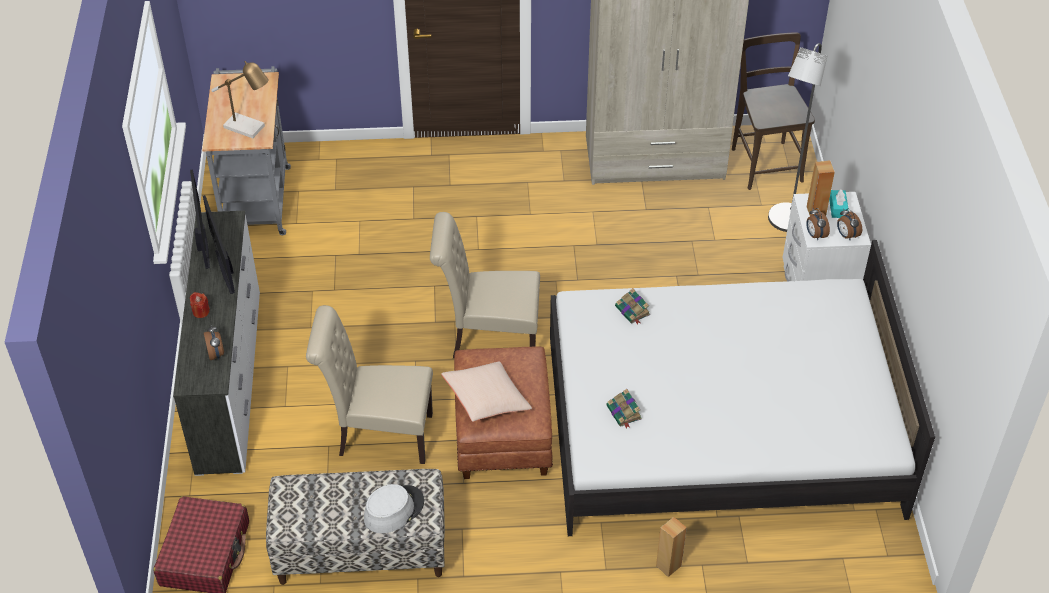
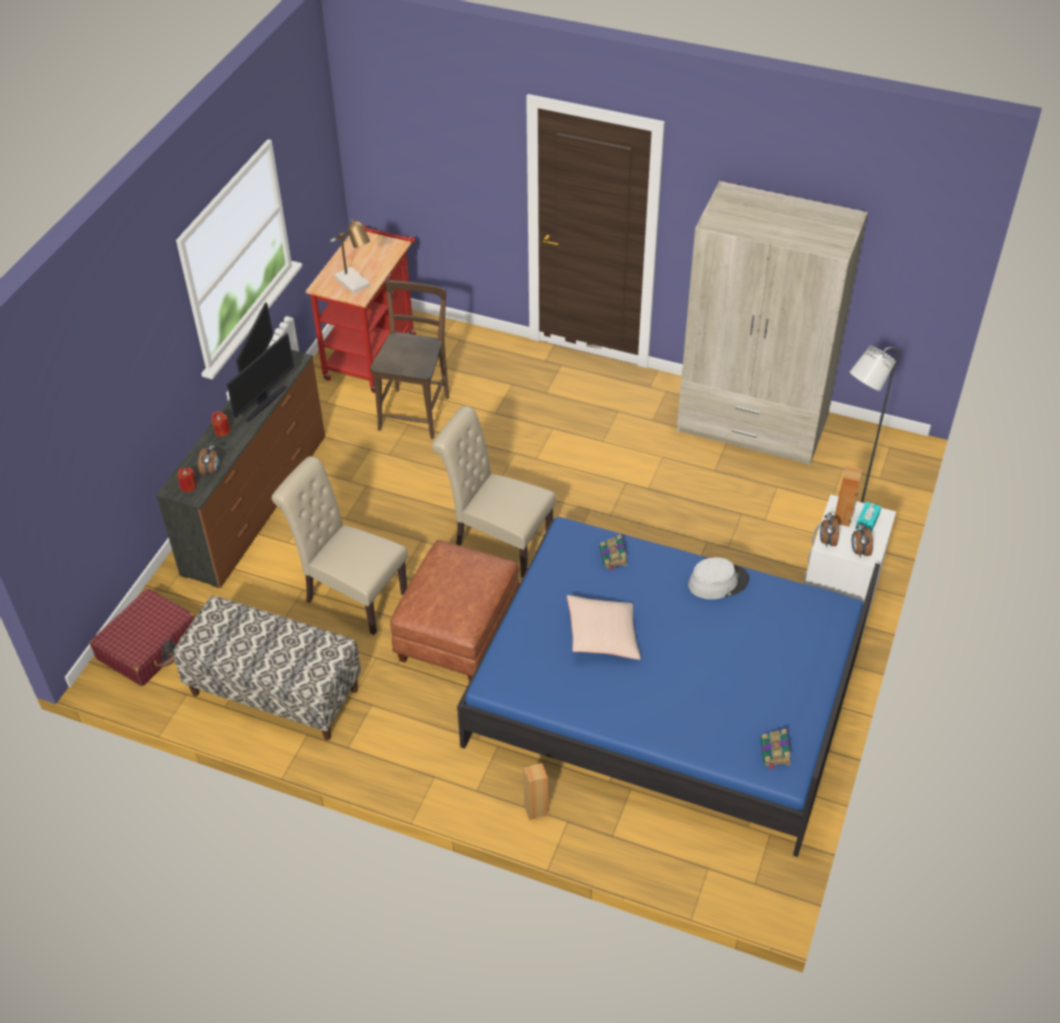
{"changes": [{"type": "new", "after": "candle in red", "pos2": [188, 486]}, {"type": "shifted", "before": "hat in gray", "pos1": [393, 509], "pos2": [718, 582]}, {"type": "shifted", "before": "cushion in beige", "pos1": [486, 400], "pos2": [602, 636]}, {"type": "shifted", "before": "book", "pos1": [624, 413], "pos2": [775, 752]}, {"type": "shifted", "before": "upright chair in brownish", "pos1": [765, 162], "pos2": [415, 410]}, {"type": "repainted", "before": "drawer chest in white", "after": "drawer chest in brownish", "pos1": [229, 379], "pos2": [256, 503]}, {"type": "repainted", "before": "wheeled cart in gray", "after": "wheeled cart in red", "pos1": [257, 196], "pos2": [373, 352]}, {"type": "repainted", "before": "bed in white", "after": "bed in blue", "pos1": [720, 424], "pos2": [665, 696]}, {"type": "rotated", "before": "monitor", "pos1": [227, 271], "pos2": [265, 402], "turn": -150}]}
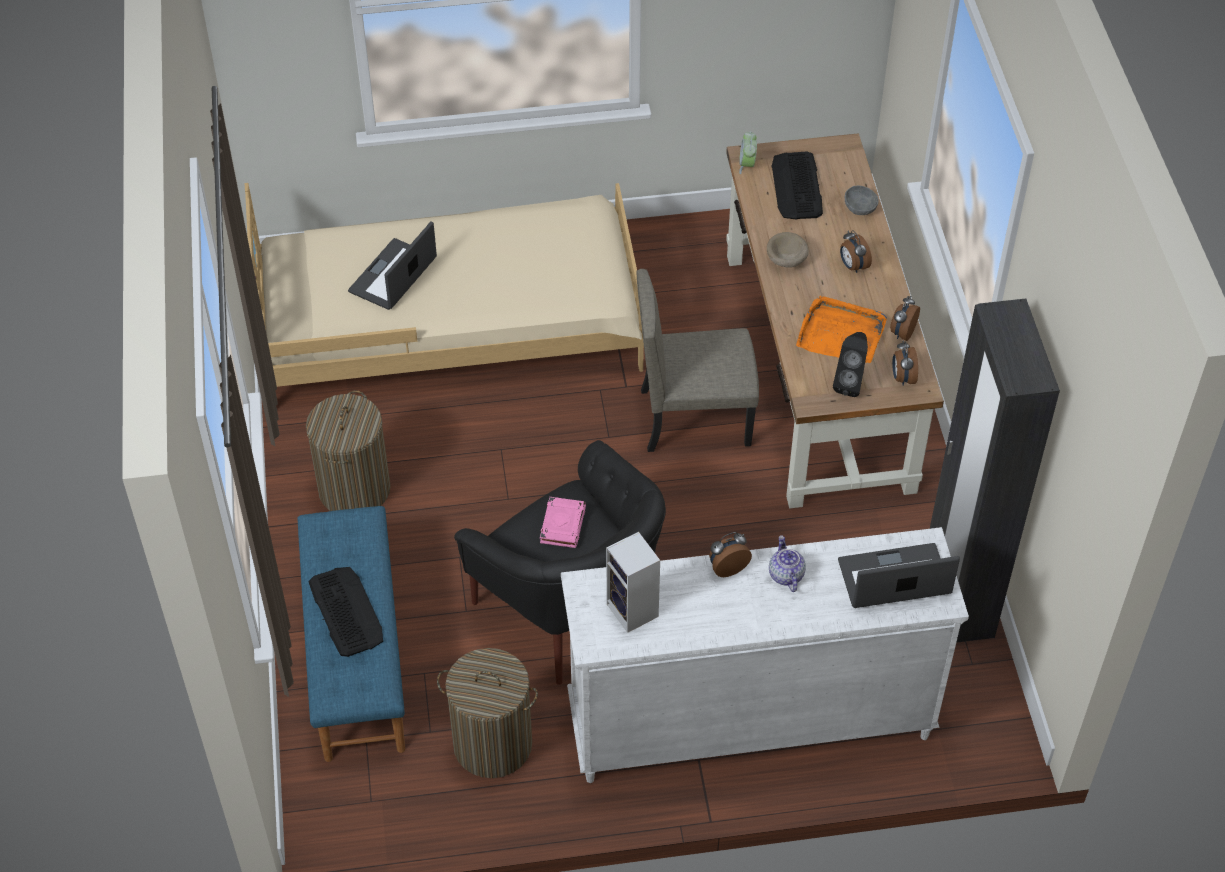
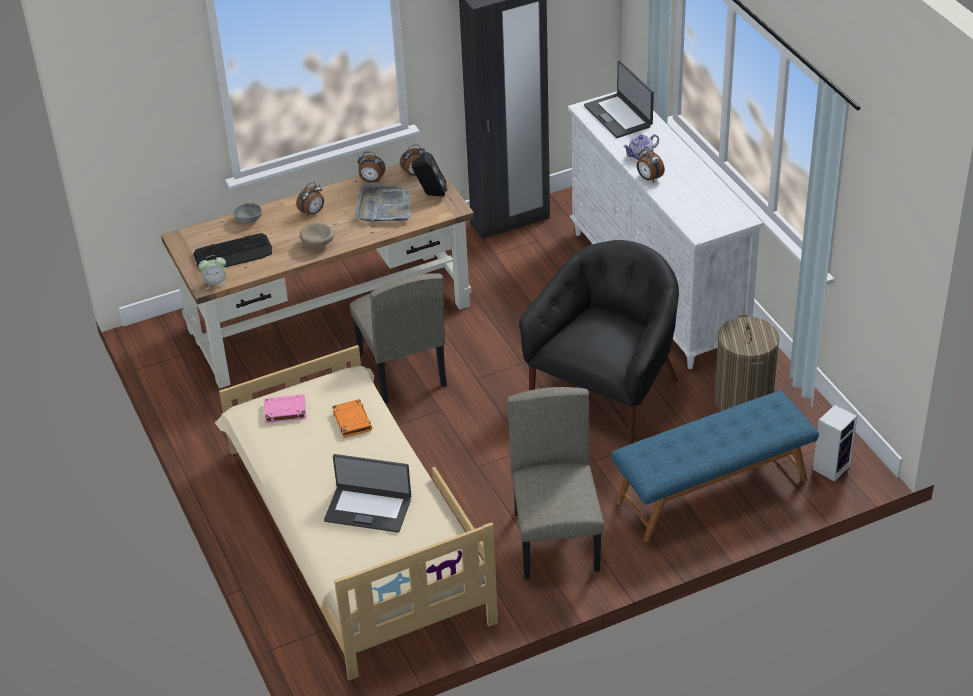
{"changes": [{"type": "gone", "before": "PC keyboard", "pos1": [346, 611]}, {"type": "new", "after": "book in orange", "pos2": [351, 420]}, {"type": "shifted", "before": "book in pink", "pos1": [562, 524], "pos2": [284, 411]}, {"type": "shifted", "before": "speaker", "pos1": [634, 611], "pos2": [831, 466]}, {"type": "swapped", "before": "hamper", "after": "upright chair in beige", "pos1": [354, 489], "pos2": [557, 541]}, {"type": "repainted", "before": "tray in orange", "after": "tray in gray", "pos1": [841, 333], "pos2": [384, 206]}]}
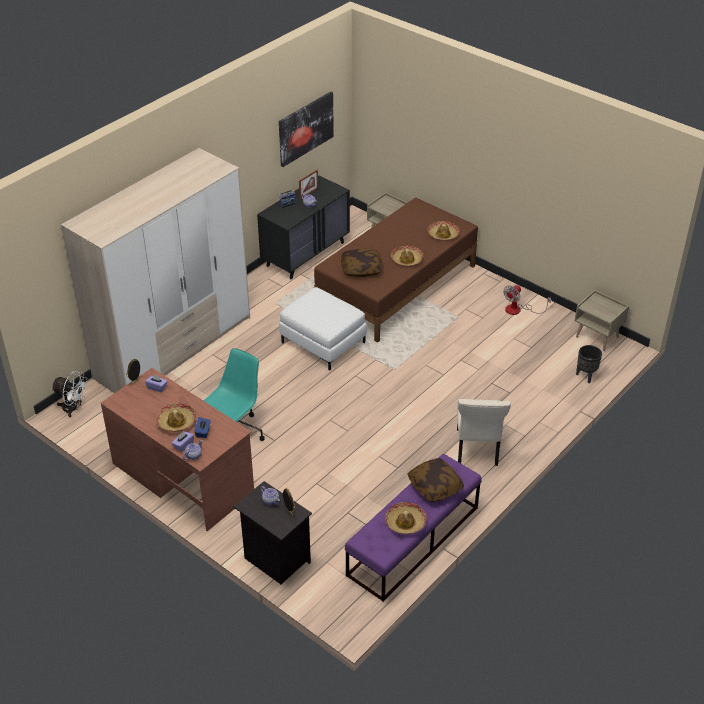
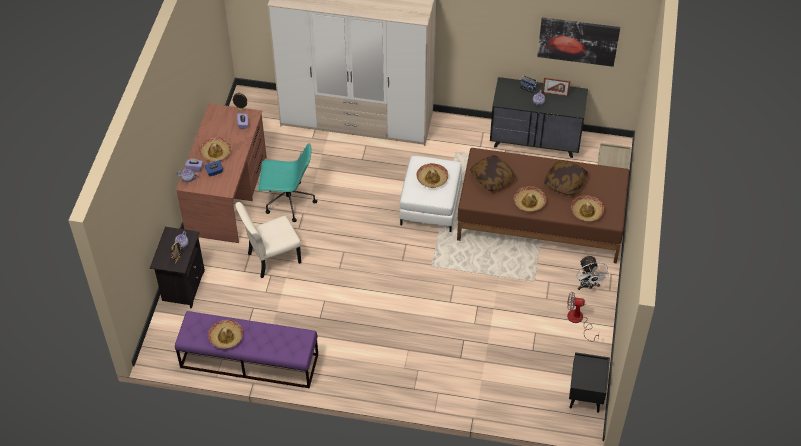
{"changes": [{"type": "gone", "before": "flower pot in blackish", "pos1": [586, 376]}, {"type": "new", "after": "hat", "pos2": [432, 178]}, {"type": "shifted", "before": "cooling fan in white", "pos1": [73, 408], "pos2": [588, 286]}, {"type": "shifted", "before": "cushion", "pos1": [435, 486], "pos2": [565, 182]}, {"type": "shifted", "before": "upright chair in beige", "pos1": [477, 449], "pos2": [272, 259]}, {"type": "repainted", "before": "night table in beige", "after": "night table in blackish", "pos1": [597, 337], "pos2": [586, 396]}]}
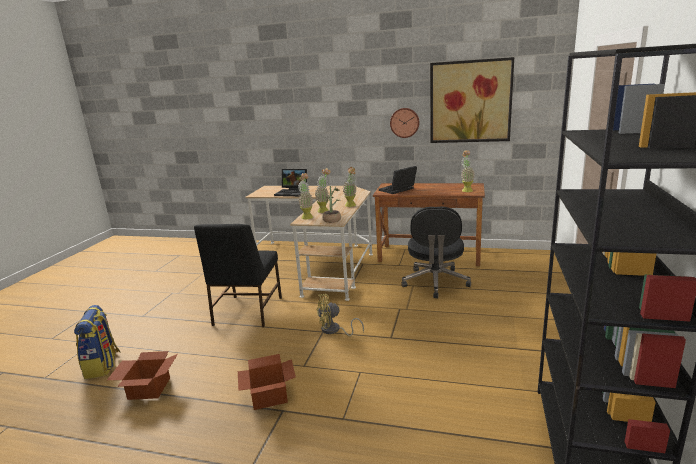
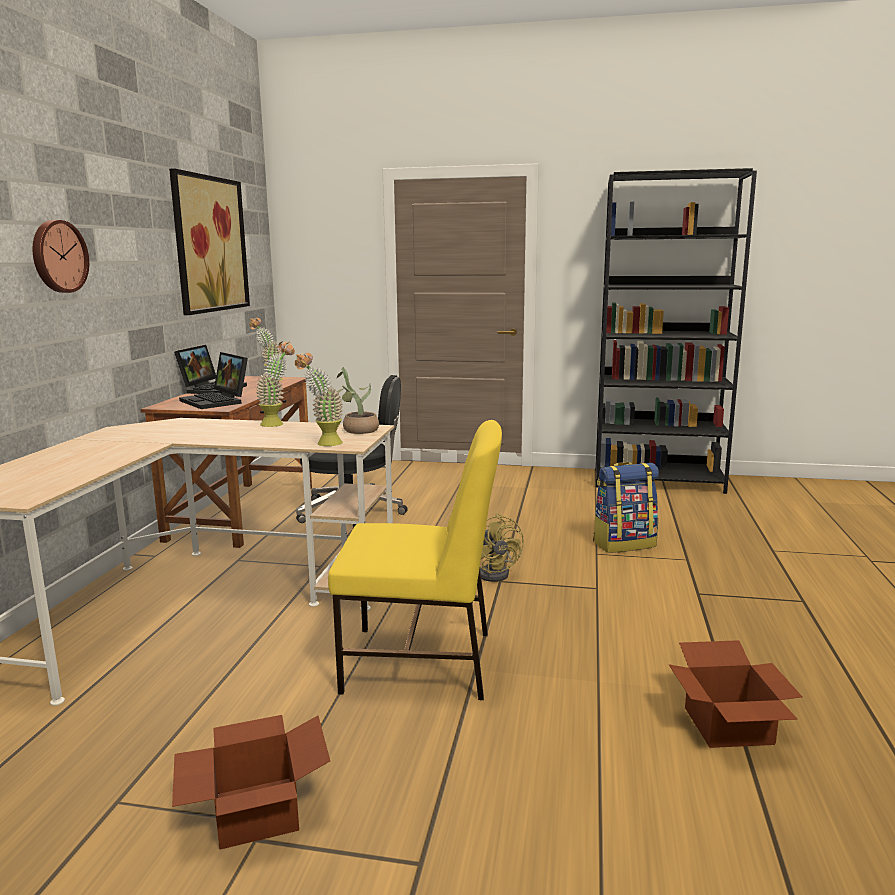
{"changes": [{"type": "gone", "before": "potted plant", "pos1": [324, 210]}, {"type": "shifted", "before": "backpack", "pos1": [103, 366], "pos2": [624, 544]}, {"type": "shifted", "before": "carton", "pos1": [270, 394], "pos2": [254, 812]}, {"type": "shifted", "before": "portable computer", "pos1": [293, 192], "pos2": [212, 389]}, {"type": "shifted", "before": "wall clock", "pos1": [404, 122], "pos2": [58, 256]}, {"type": "repainted", "before": "upright chair in blackish", "after": "upright chair in yellowish", "pos1": [247, 311], "pos2": [421, 662]}]}
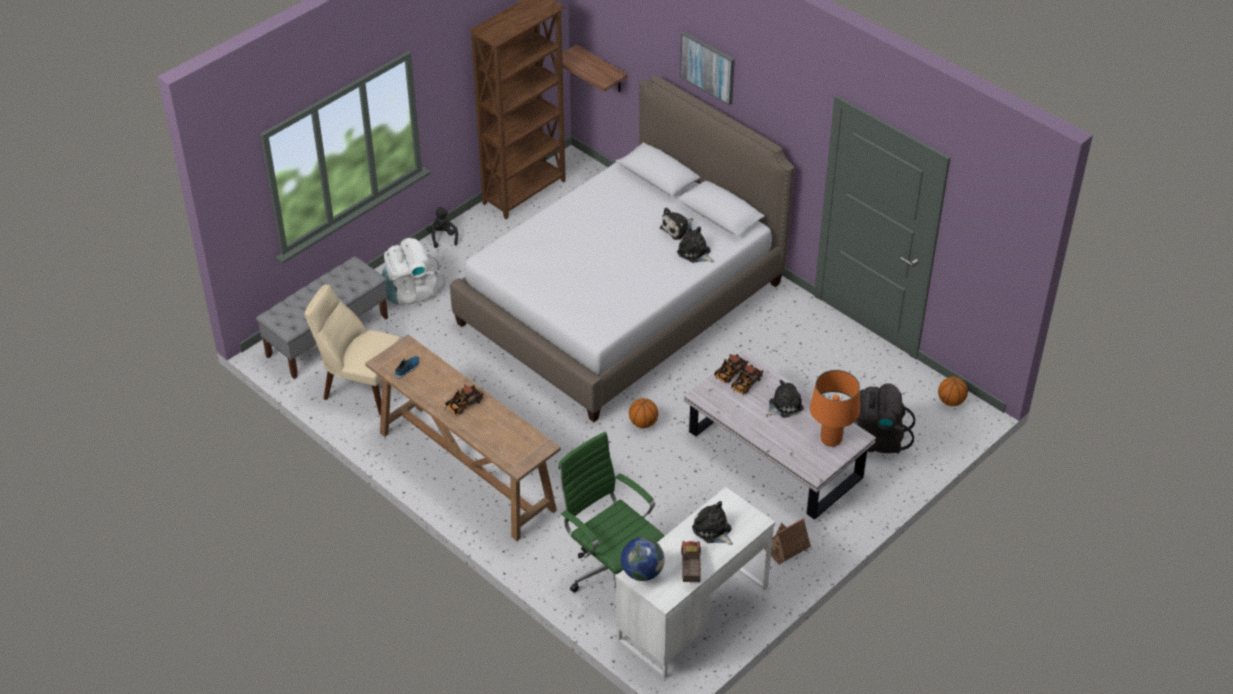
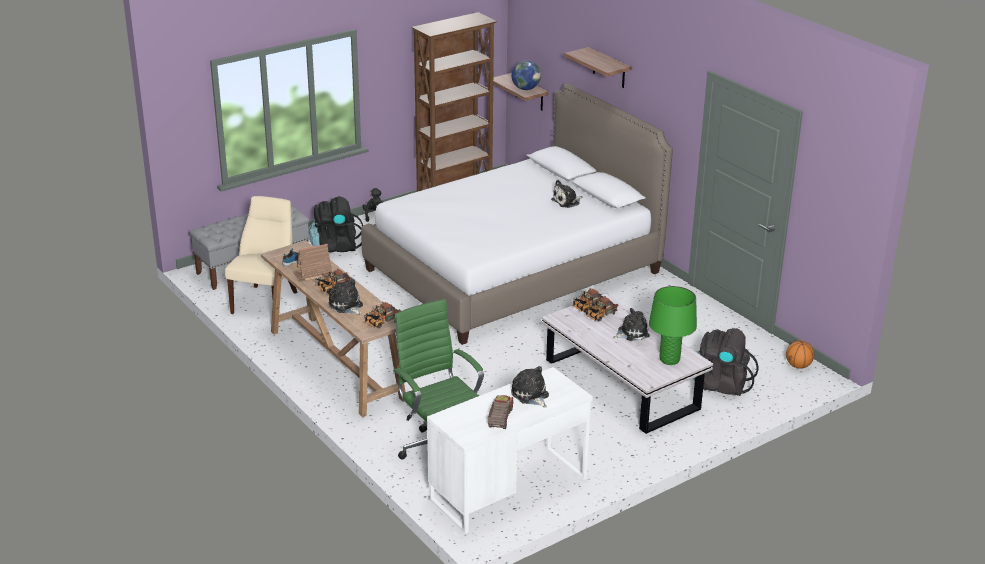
{"changes": [{"type": "gone", "before": "ball for basketball", "pos1": [643, 423]}, {"type": "new", "after": "toy truck", "pos2": [380, 322]}, {"type": "shifted", "before": "desk globe", "pos1": [642, 572], "pos2": [525, 89]}, {"type": "shifted", "before": "plush toy", "pos1": [695, 253], "pos2": [346, 306]}, {"type": "shifted", "before": "model house", "pos1": [786, 548], "pos2": [312, 273]}, {"type": "swapped", "before": "picture", "after": "bracket shelf", "pos1": [708, 67], "pos2": [609, 68]}, {"type": "repainted", "before": "backpack in white", "after": "backpack in blackish", "pos1": [411, 292], "pos2": [335, 247]}, {"type": "repainted", "before": "lamp for a table in orange", "after": "lamp for a table in greenish", "pos1": [831, 439], "pos2": [669, 360]}, {"type": "rotated", "before": "upright chair in beige", "pos1": [360, 388], "pos2": [266, 301], "turn": 75}]}
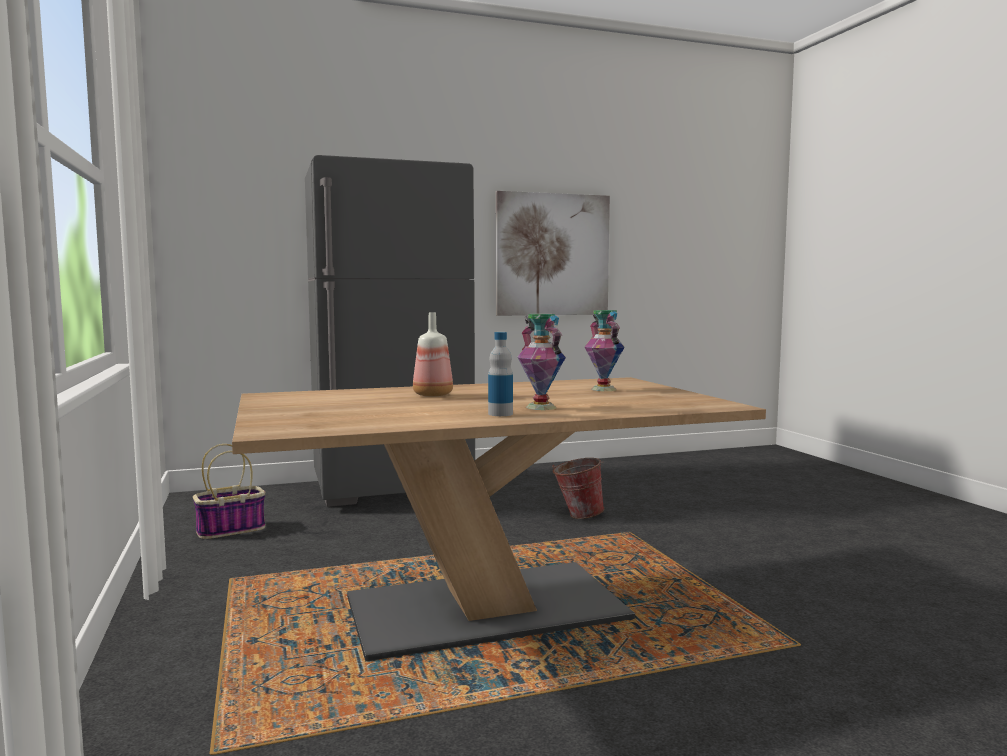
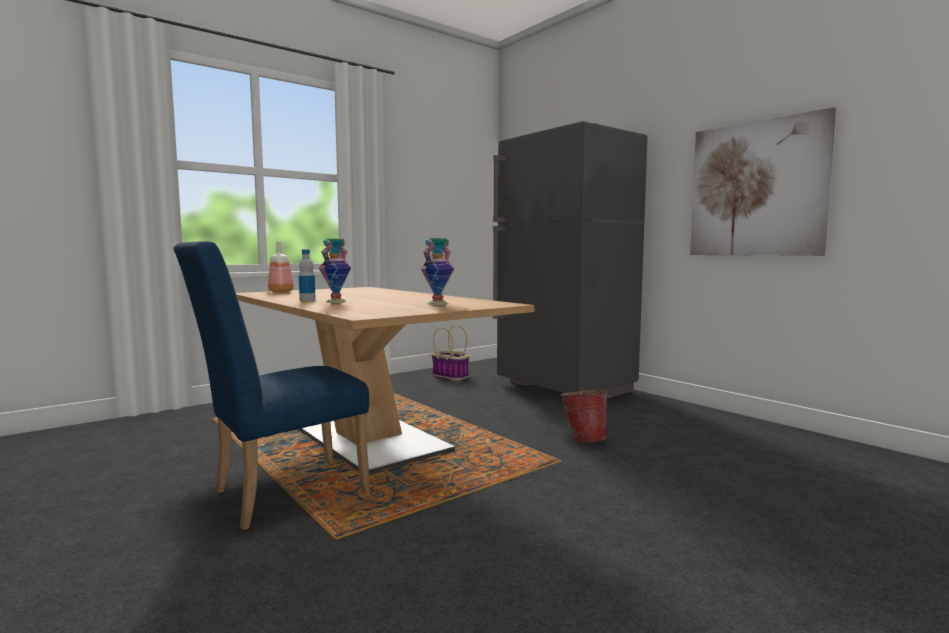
{"changes": [{"type": "new", "after": "upright chair in blue", "pos2": [279, 494]}, {"type": "shifted", "before": "beverage bottle", "pos1": [431, 395], "pos2": [281, 291]}]}
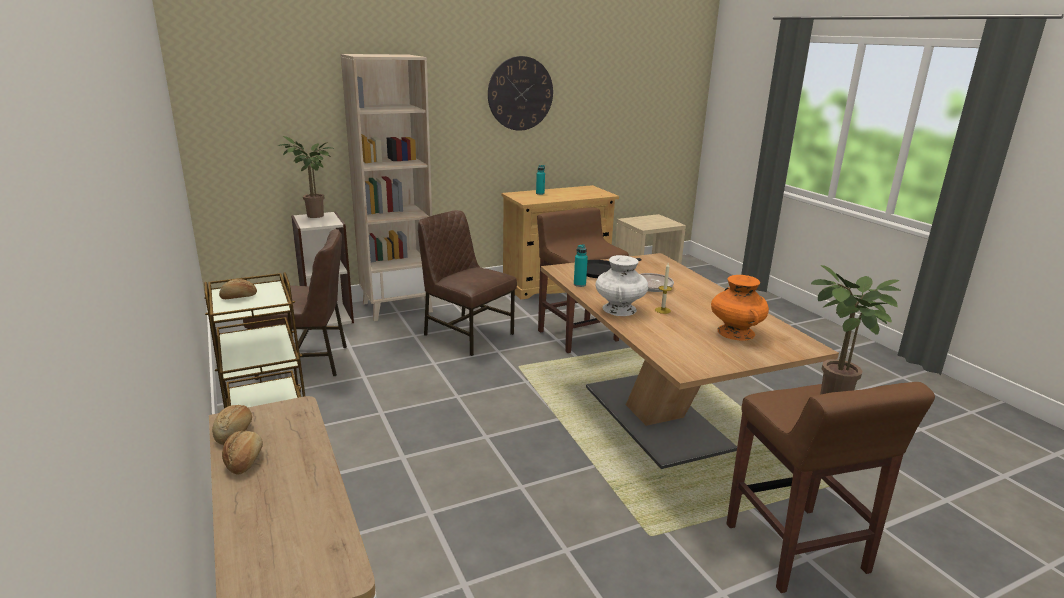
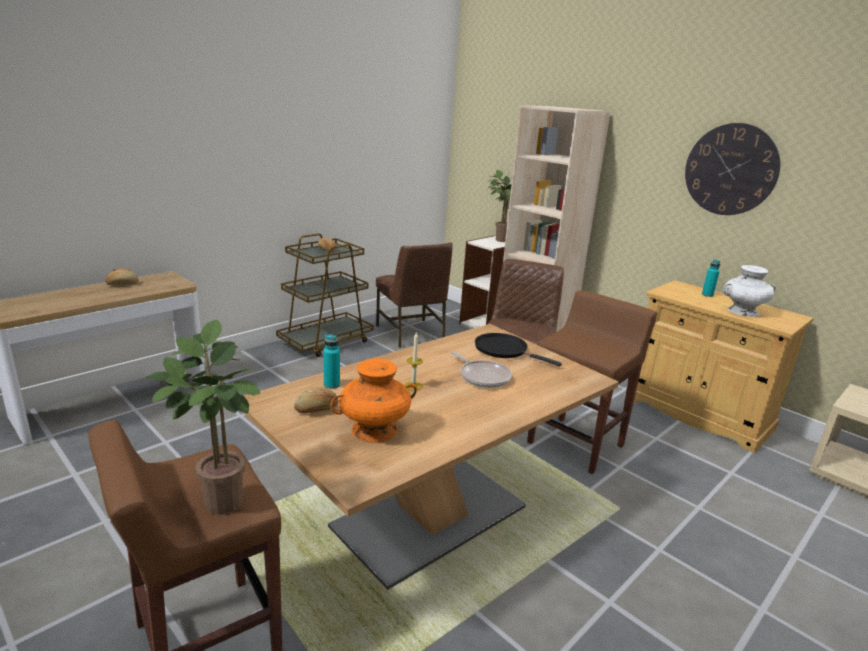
{"changes": [{"type": "shifted", "before": "baked bread", "pos1": [235, 432], "pos2": [317, 409]}, {"type": "shifted", "before": "beverage bottle in turquoise", "pos1": [579, 284], "pos2": [332, 385]}, {"type": "shifted", "before": "vase in white", "pos1": [619, 309], "pos2": [743, 311]}]}
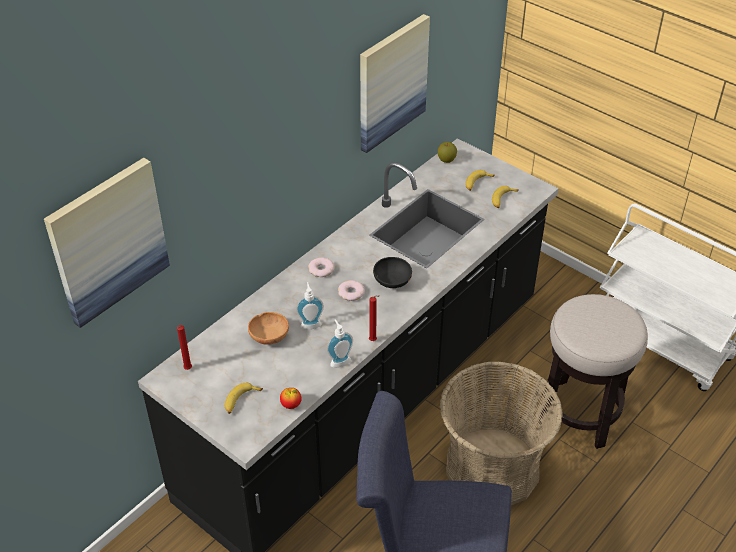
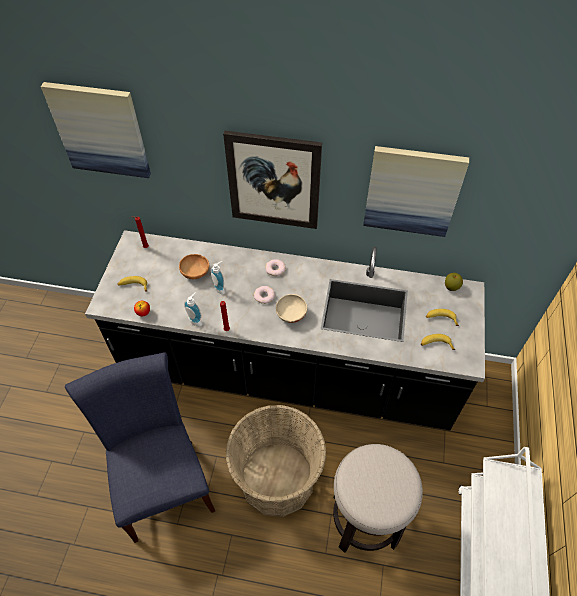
{"changes": [{"type": "new", "after": "picture", "pos2": [274, 181]}, {"type": "repainted", "before": "serving bowl in blackish", "after": "serving bowl in beige", "pos1": [392, 282], "pos2": [290, 315]}]}
